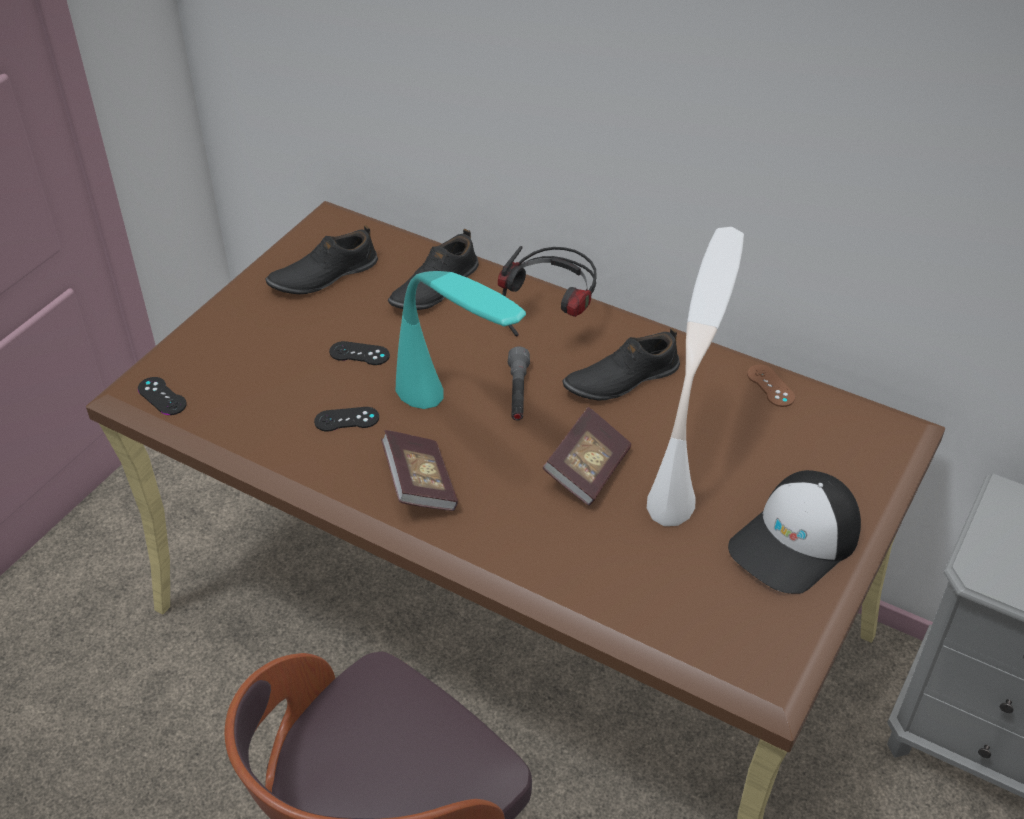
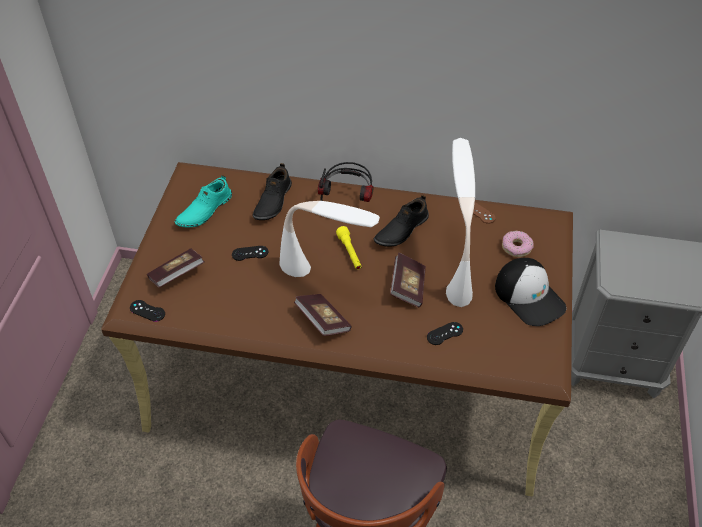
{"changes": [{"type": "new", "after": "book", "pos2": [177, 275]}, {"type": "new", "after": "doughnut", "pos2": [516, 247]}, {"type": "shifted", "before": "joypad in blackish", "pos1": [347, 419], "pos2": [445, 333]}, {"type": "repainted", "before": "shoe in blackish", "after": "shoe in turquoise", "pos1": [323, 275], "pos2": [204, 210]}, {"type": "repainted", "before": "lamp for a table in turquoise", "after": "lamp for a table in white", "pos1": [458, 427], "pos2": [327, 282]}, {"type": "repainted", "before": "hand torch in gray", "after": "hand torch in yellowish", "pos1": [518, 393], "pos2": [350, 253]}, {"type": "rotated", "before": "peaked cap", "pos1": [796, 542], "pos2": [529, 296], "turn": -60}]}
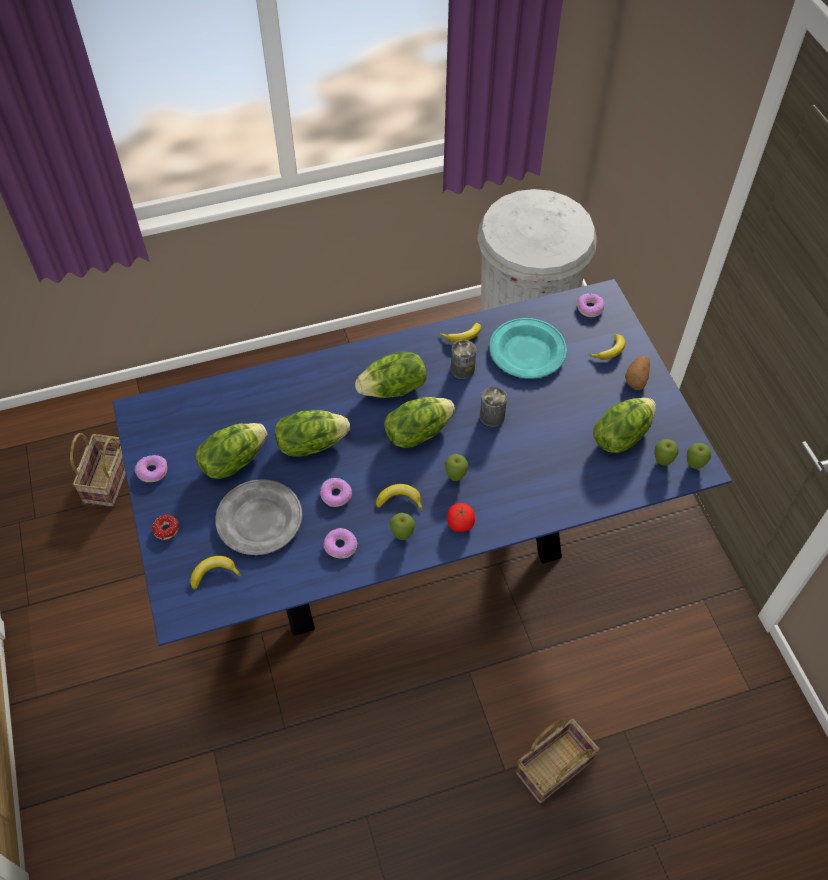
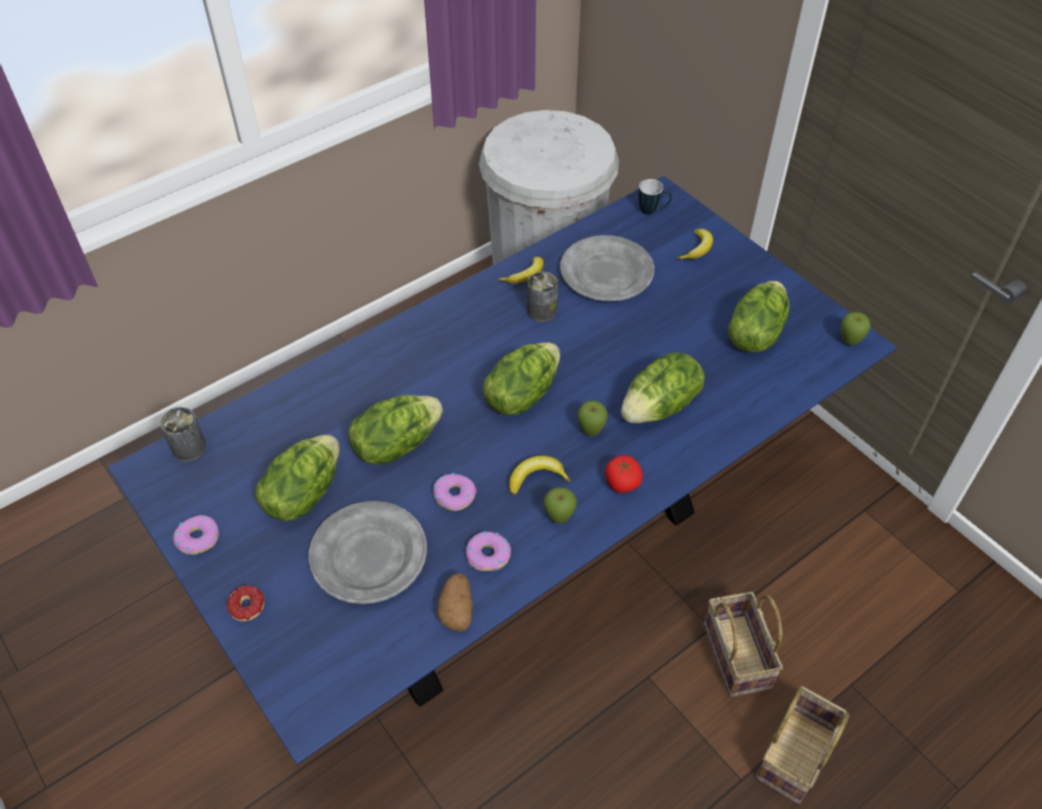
{"changes": [{"type": "gone", "before": "whole banana", "pos1": [214, 573]}, {"type": "gone", "before": "apple", "pos1": [662, 462]}, {"type": "shifted", "before": "storage basket", "pos1": [107, 478], "pos2": [734, 654]}, {"type": "shifted", "before": "lettuce", "pos1": [393, 389], "pos2": [661, 407]}, {"type": "shifted", "before": "sealed can", "pos1": [492, 416], "pos2": [189, 448]}, {"type": "shifted", "before": "potato", "pos1": [637, 379], "pos2": [457, 610]}, {"type": "swapped", "before": "doughnut", "after": "tea mug", "pos1": [589, 308], "pos2": [652, 211]}, {"type": "repainted", "before": "flat dish in turquoise", "after": "flat dish in gray", "pos1": [527, 351], "pos2": [607, 273]}]}
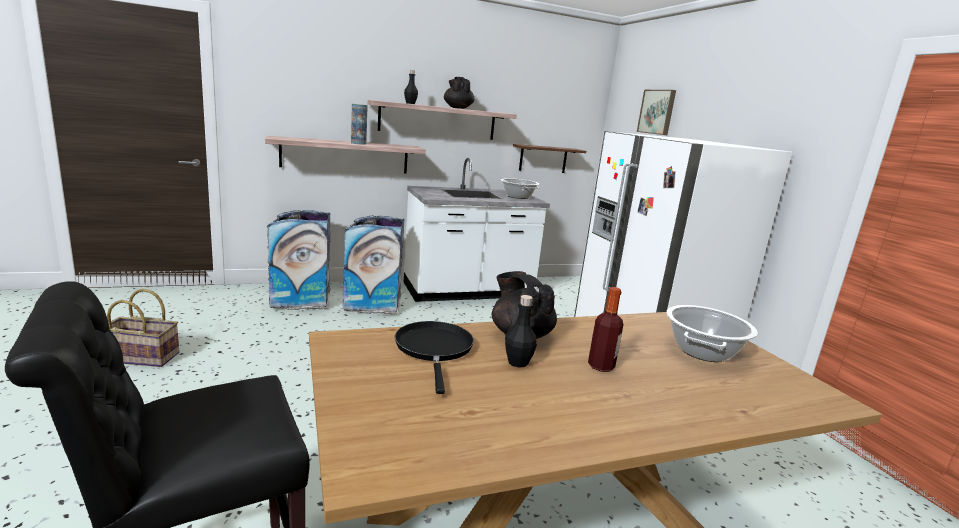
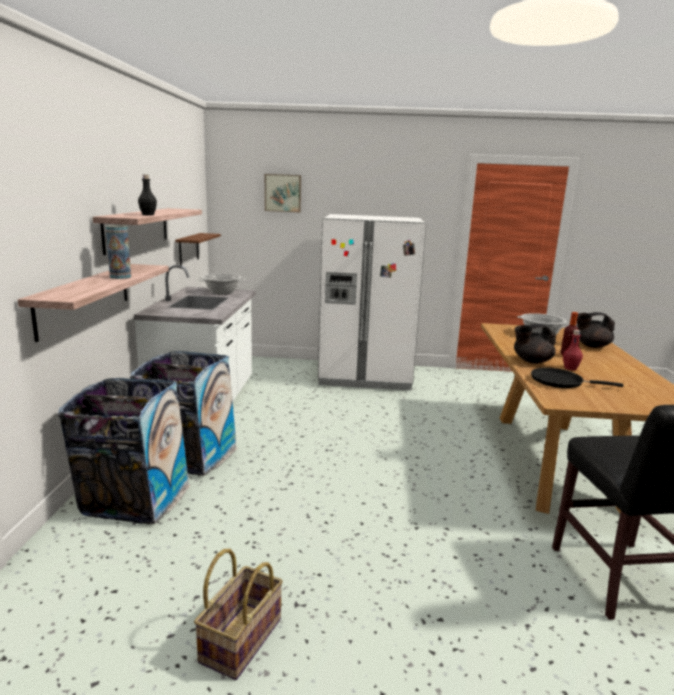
{"changes": [{"type": "shifted", "before": "tea pot in blackish", "pos1": [458, 108], "pos2": [591, 346]}, {"type": "repainted", "before": "beverage bottle in blackish", "after": "beverage bottle in red", "pos1": [517, 362], "pos2": [570, 368]}]}
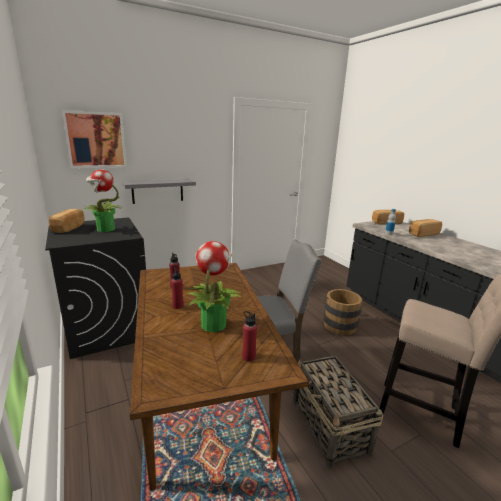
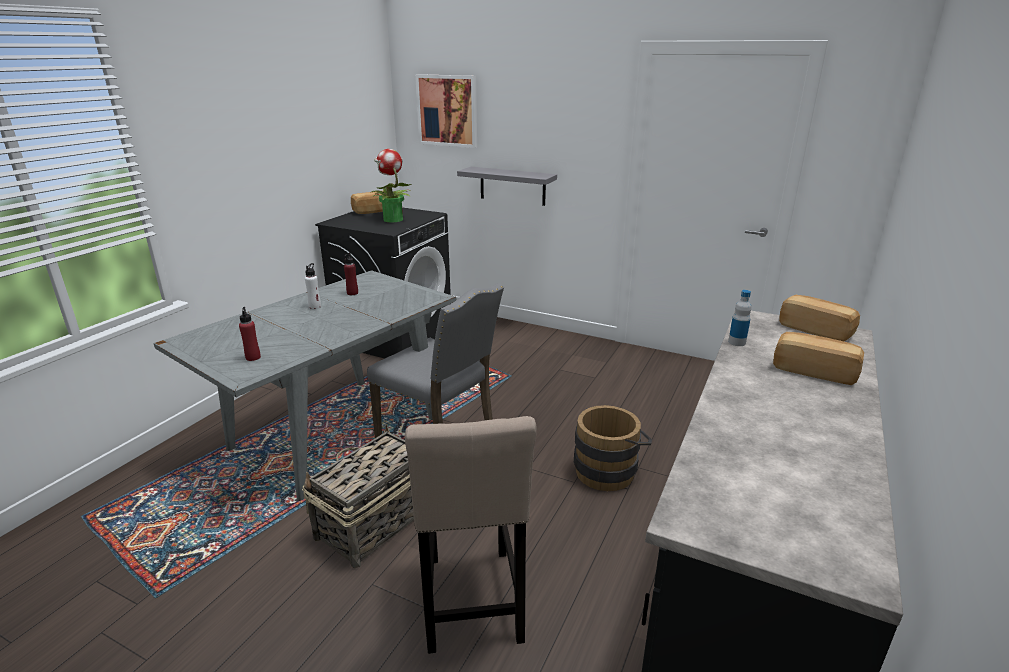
{"changes": [{"type": "gone", "before": "potted plant", "pos1": [213, 324]}, {"type": "repainted", "before": "dinner table in brownish", "after": "dinner table in gray", "pos1": [204, 407], "pos2": [334, 434]}, {"type": "repainted", "before": "beverage bottle in red", "after": "beverage bottle in white", "pos1": [178, 306], "pos2": [315, 306]}]}
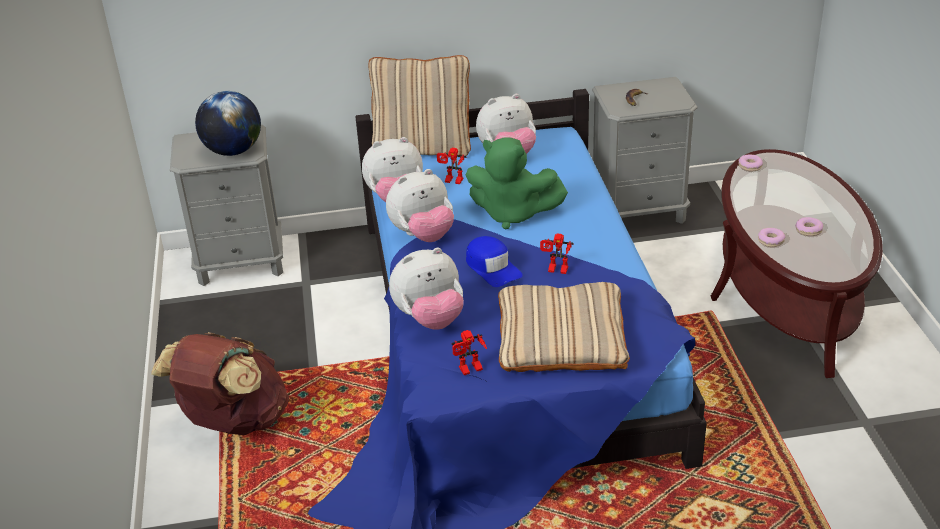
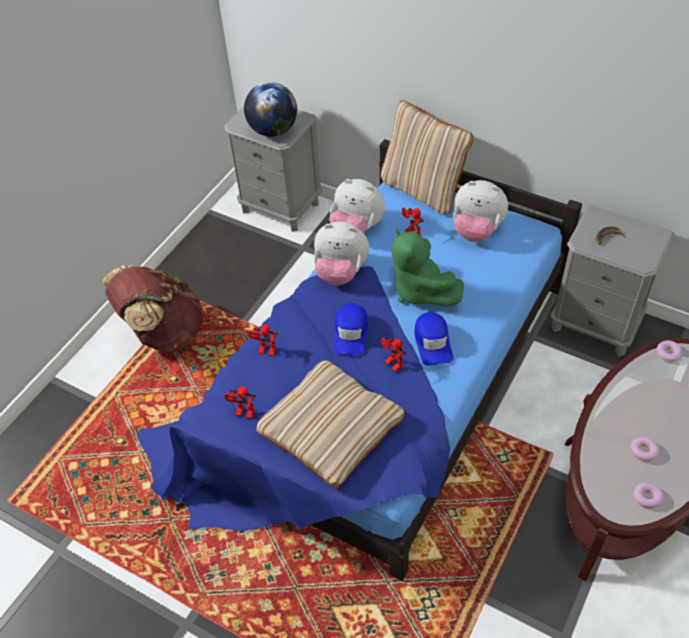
{"changes": [{"type": "new", "after": "peaked cap in blue", "pos2": [433, 342]}, {"type": "shifted", "before": "doughnut", "pos1": [771, 241], "pos2": [647, 497]}, {"type": "swapped", "before": "plush toy", "after": "model robot", "pos1": [430, 319], "pos2": [265, 352]}]}
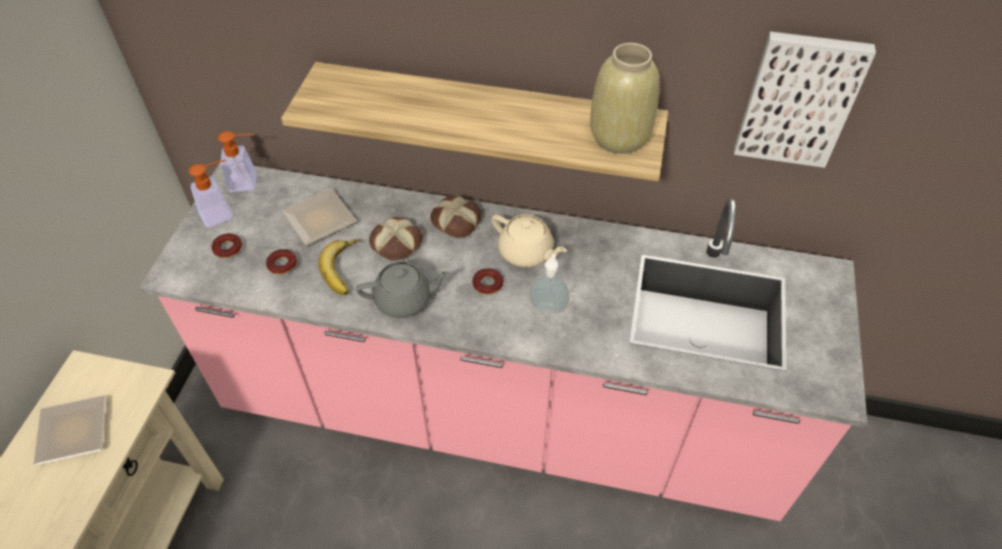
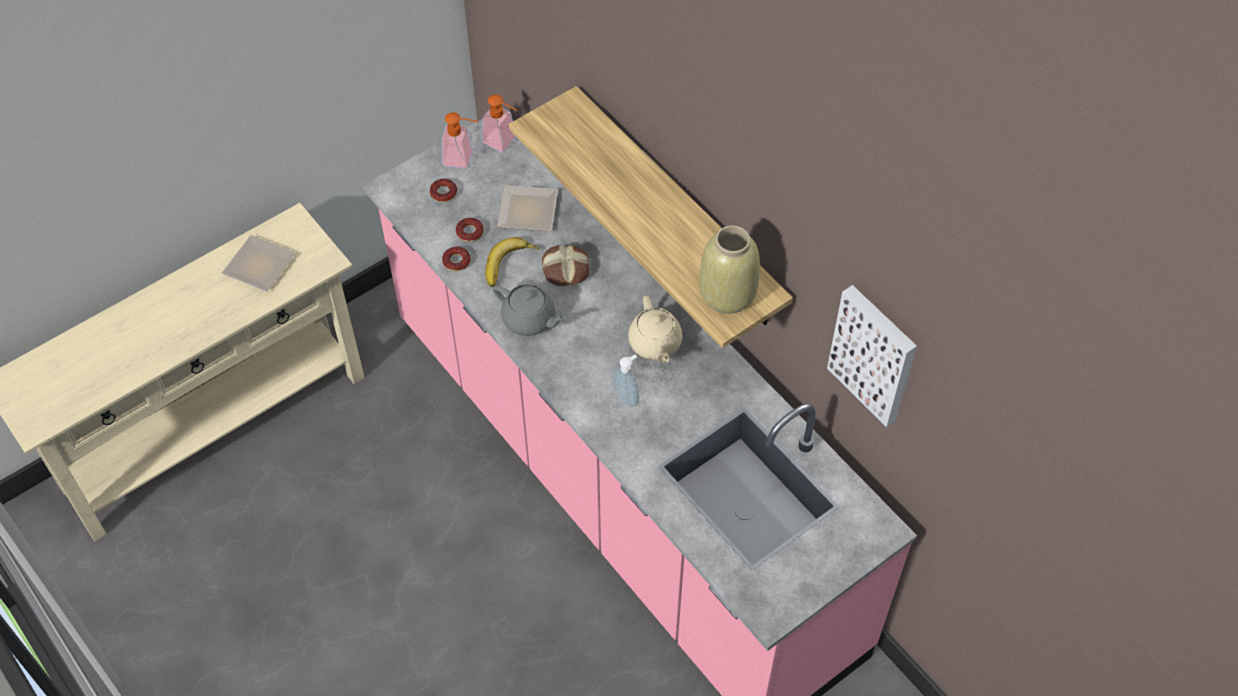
{"changes": [{"type": "gone", "before": "baked bread", "pos1": [457, 220]}, {"type": "shifted", "before": "doughnut", "pos1": [488, 284], "pos2": [456, 261]}]}
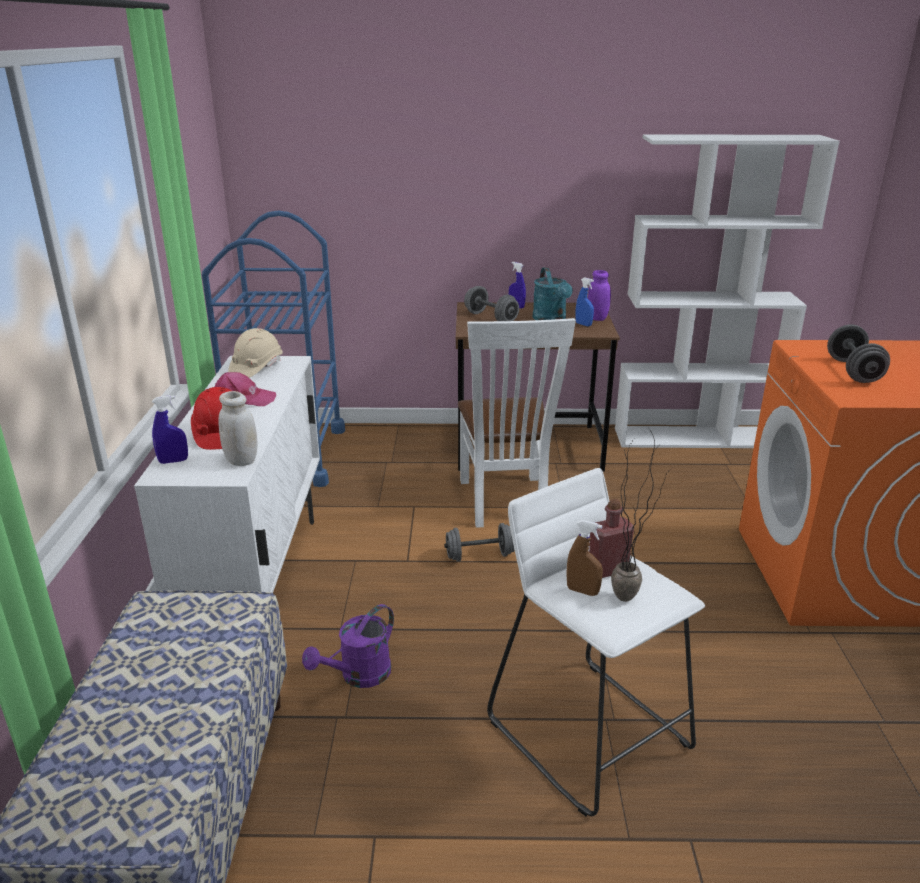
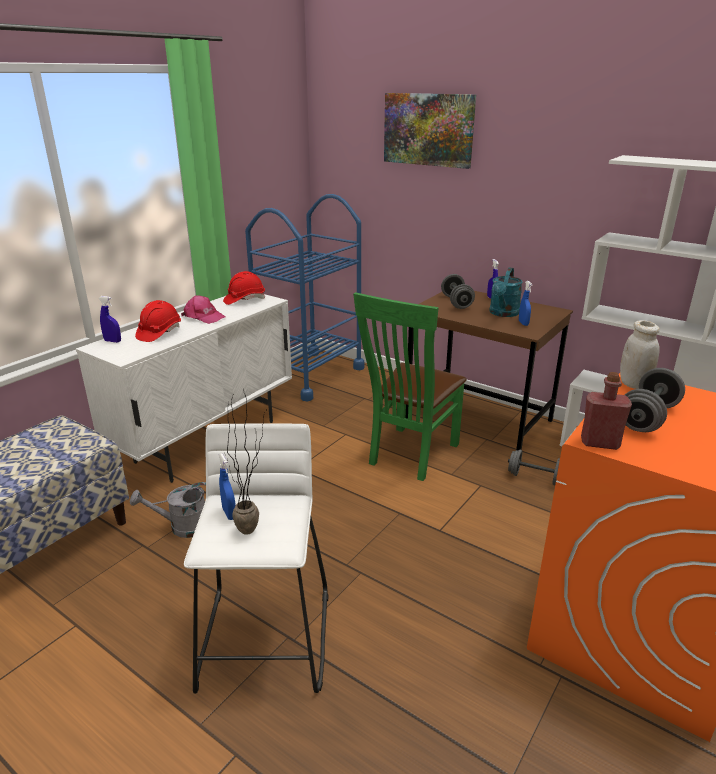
{"changes": [{"type": "gone", "before": "storage jar in purple", "pos1": [597, 318]}, {"type": "new", "after": "picture", "pos2": [428, 129]}, {"type": "shifted", "before": "storage jar in white", "pos1": [241, 460], "pos2": [633, 384]}, {"type": "shifted", "before": "free weight in gray", "pos1": [480, 556], "pos2": [535, 478]}, {"type": "shifted", "before": "beverage bottle in red", "pos1": [607, 570], "pos2": [600, 443]}, {"type": "repainted", "before": "hard hat in beige", "after": "hard hat in red", "pos1": [256, 368], "pos2": [244, 300]}, {"type": "repainted", "before": "watering can in purple", "after": "watering can in gray", "pos1": [359, 676], "pos2": [182, 527]}, {"type": "repainted", "before": "upright chair in white", "after": "upright chair in greenish", "pos1": [505, 504], "pos2": [409, 455]}, {"type": "repainted", "before": "spray bottle in brownish", "after": "spray bottle in blue", "pos1": [582, 591], "pos2": [229, 513]}]}
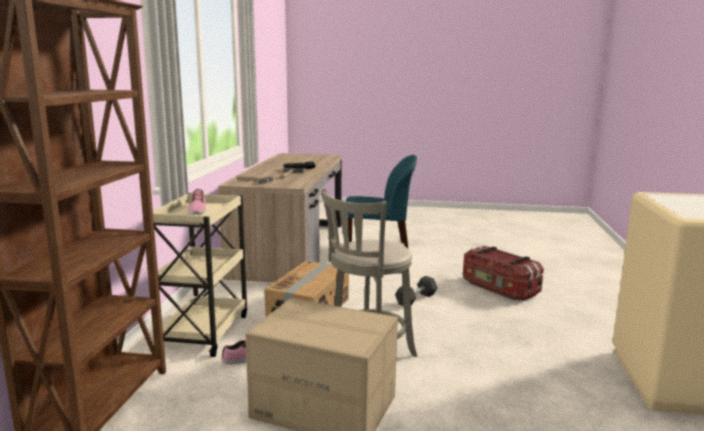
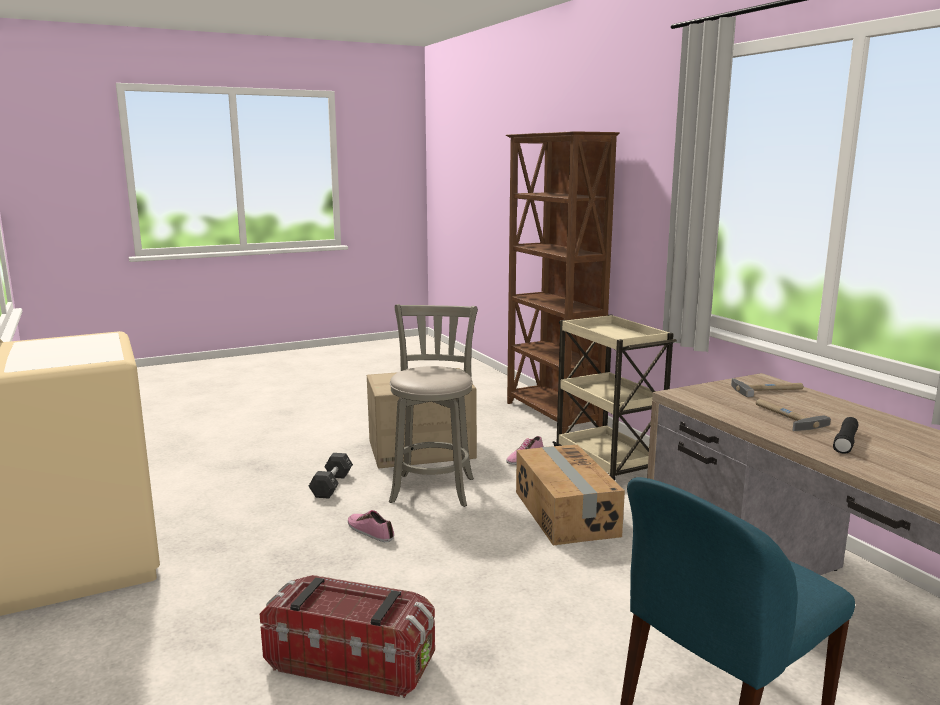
{"changes": [{"type": "shifted", "before": "shoe", "pos1": [197, 209], "pos2": [370, 531]}, {"type": "shifted", "before": "free weight in blackish", "pos1": [416, 299], "pos2": [331, 485]}]}
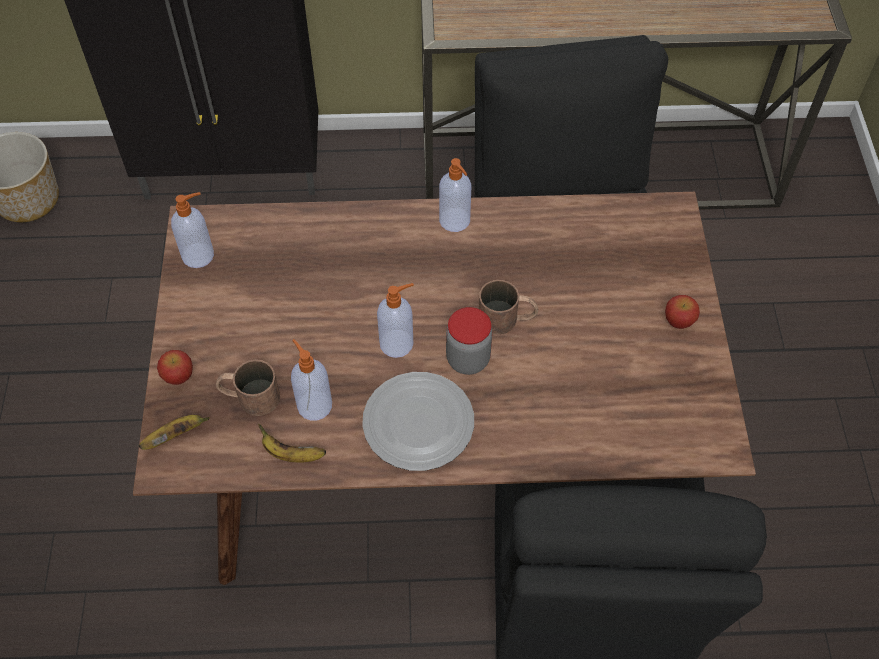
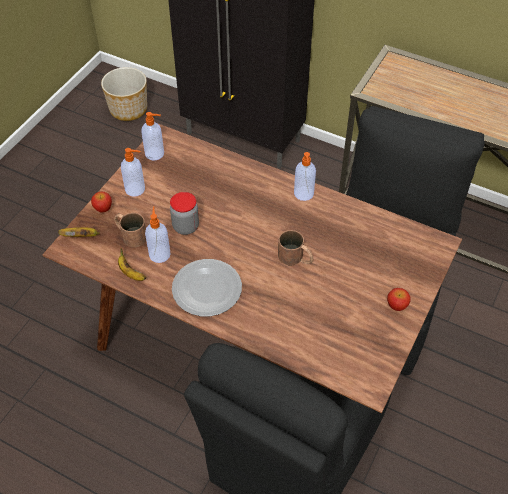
{"changes": [{"type": "shifted", "before": "soap dispenser", "pos1": [397, 343], "pos2": [136, 189]}, {"type": "shifted", "before": "storage jar", "pos1": [468, 359], "pos2": [186, 226]}]}
